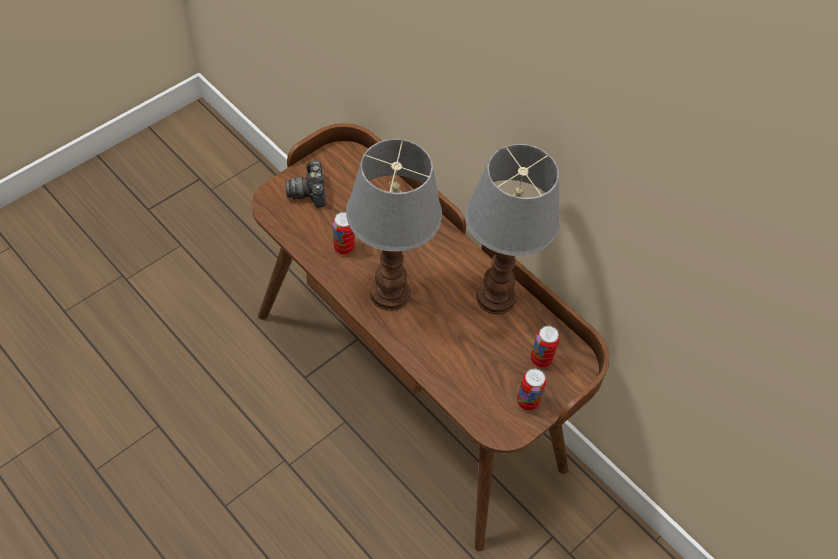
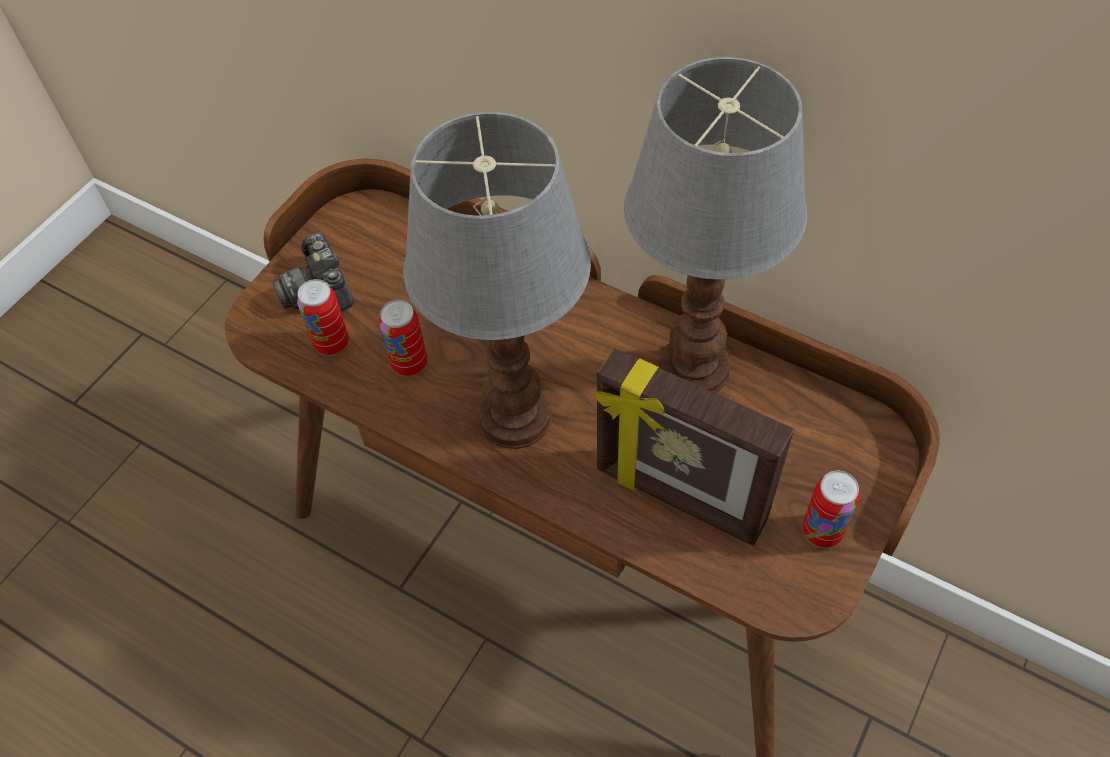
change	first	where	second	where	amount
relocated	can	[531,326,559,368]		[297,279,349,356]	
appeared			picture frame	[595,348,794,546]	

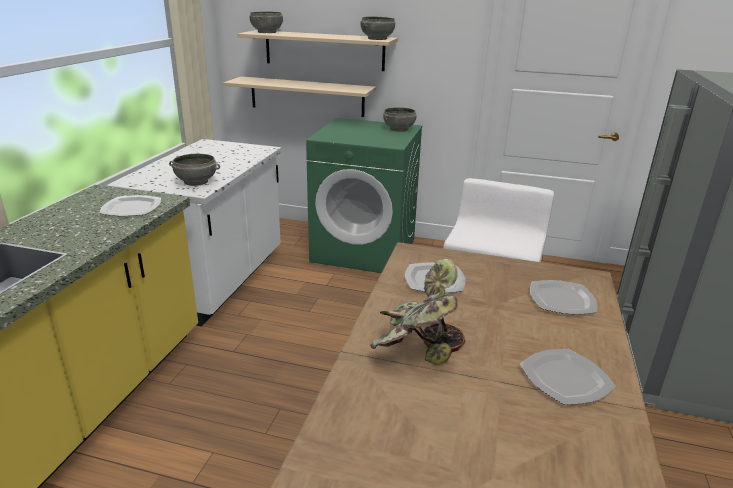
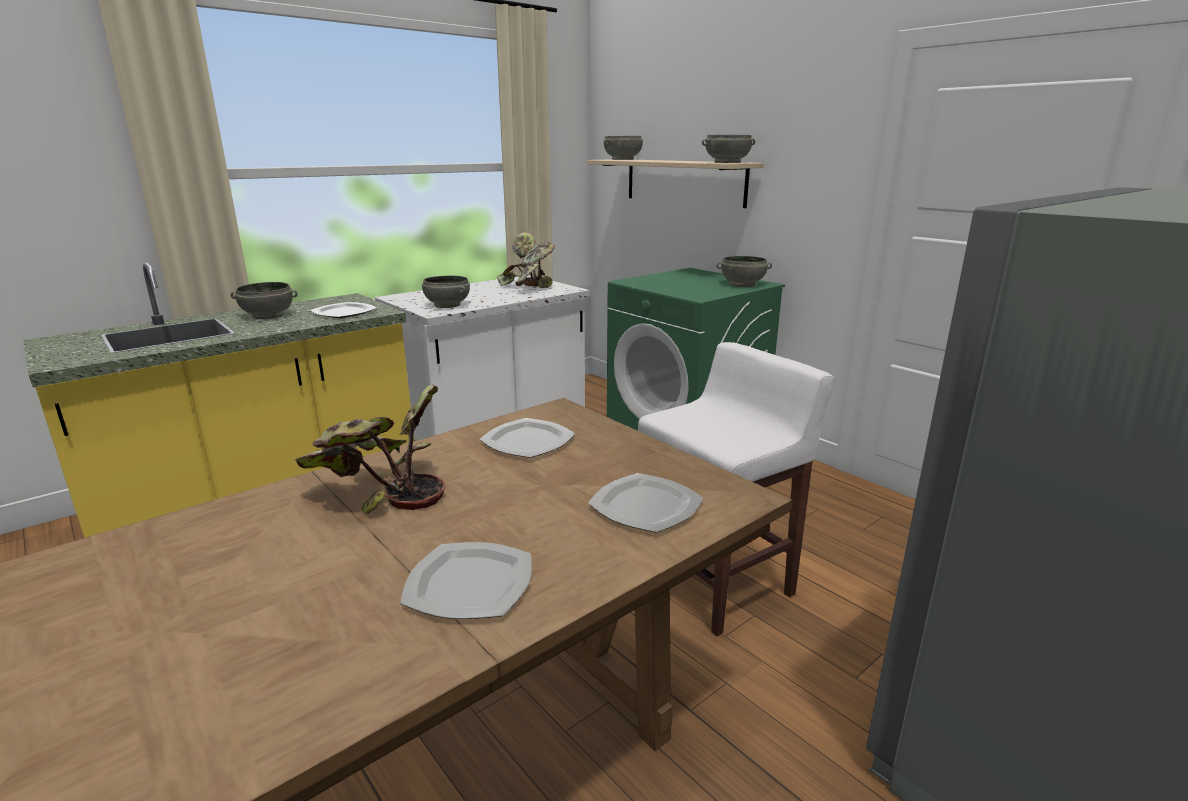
change	first	where	second	where	amount
missing	beige shelf	[223,76,376,117]			
appeared			grey bowl	[230,282,298,319]	
appeared			potted plant	[497,232,556,288]	

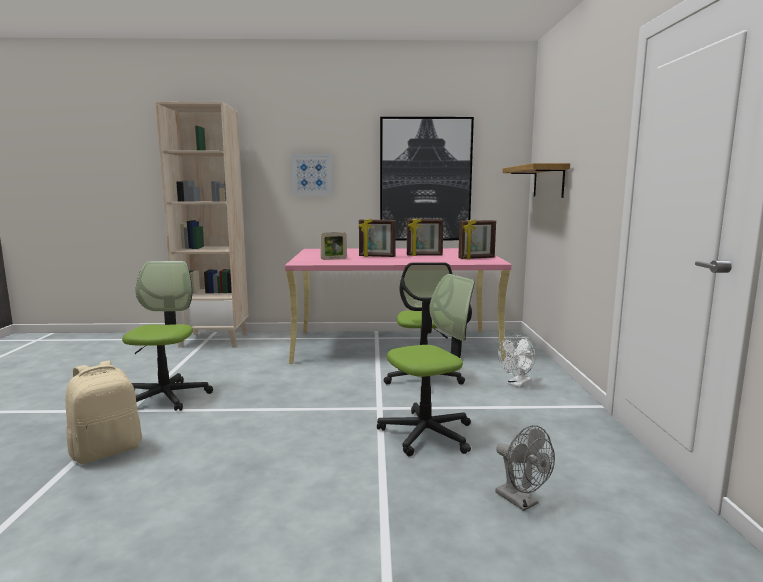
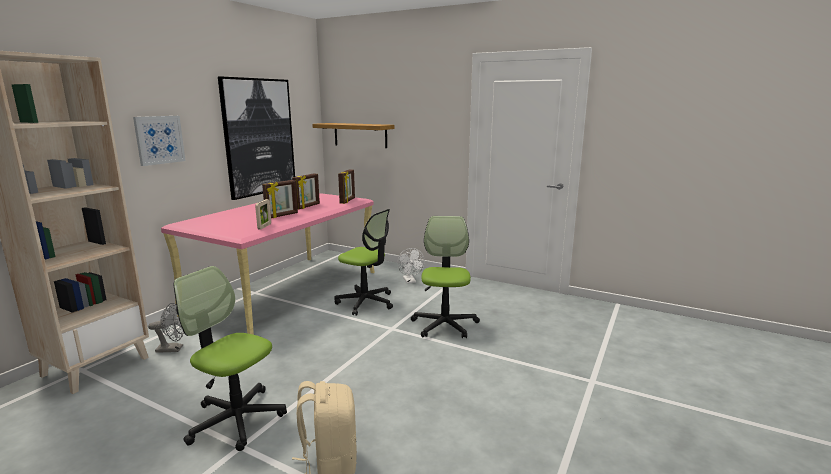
change	first	where	second	where	amount
relocated	grey fan	[495,425,555,511]		[148,303,184,353]	

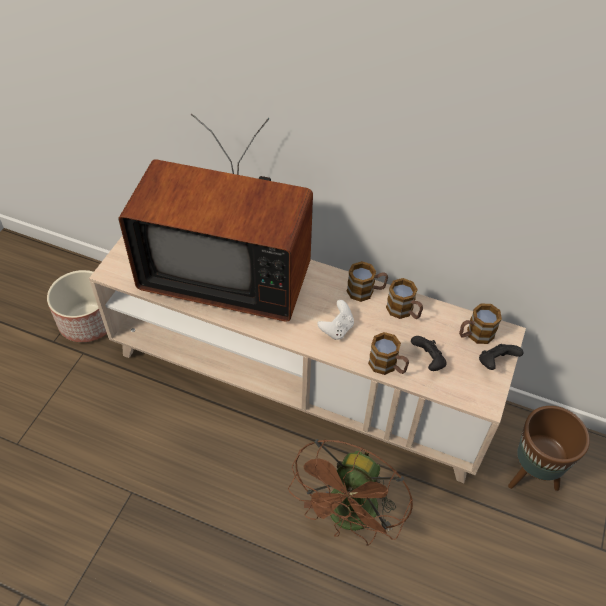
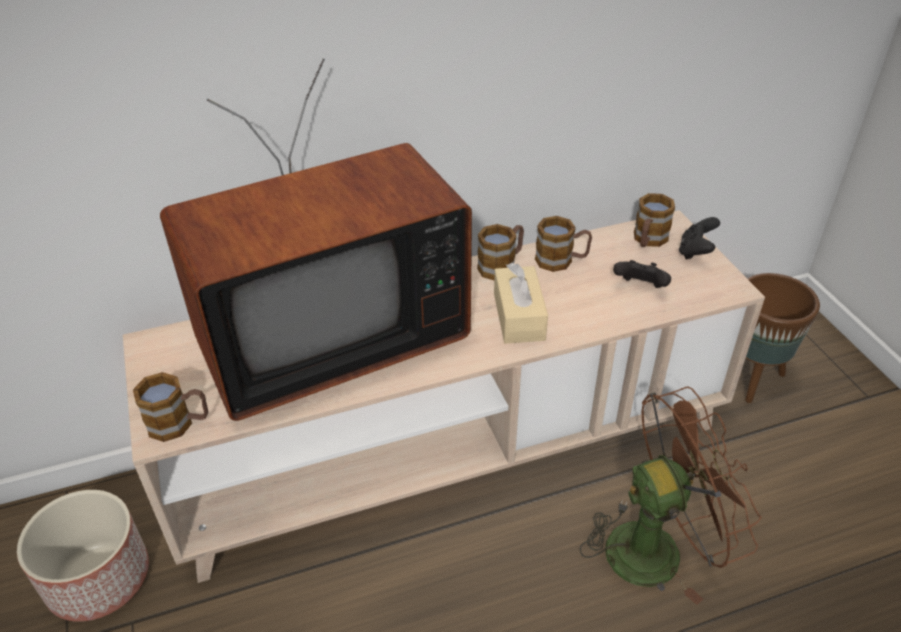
change	first	where	second	where	amount
spun	brown fan	[288,439,413,546]		[580,386,762,605]	90 degrees counterclockwise
exchanged	white game controller	[317,300,354,340]	beige tissue box	[494,263,548,344]	
relocated	mug	[368,332,409,375]		[133,372,208,442]	

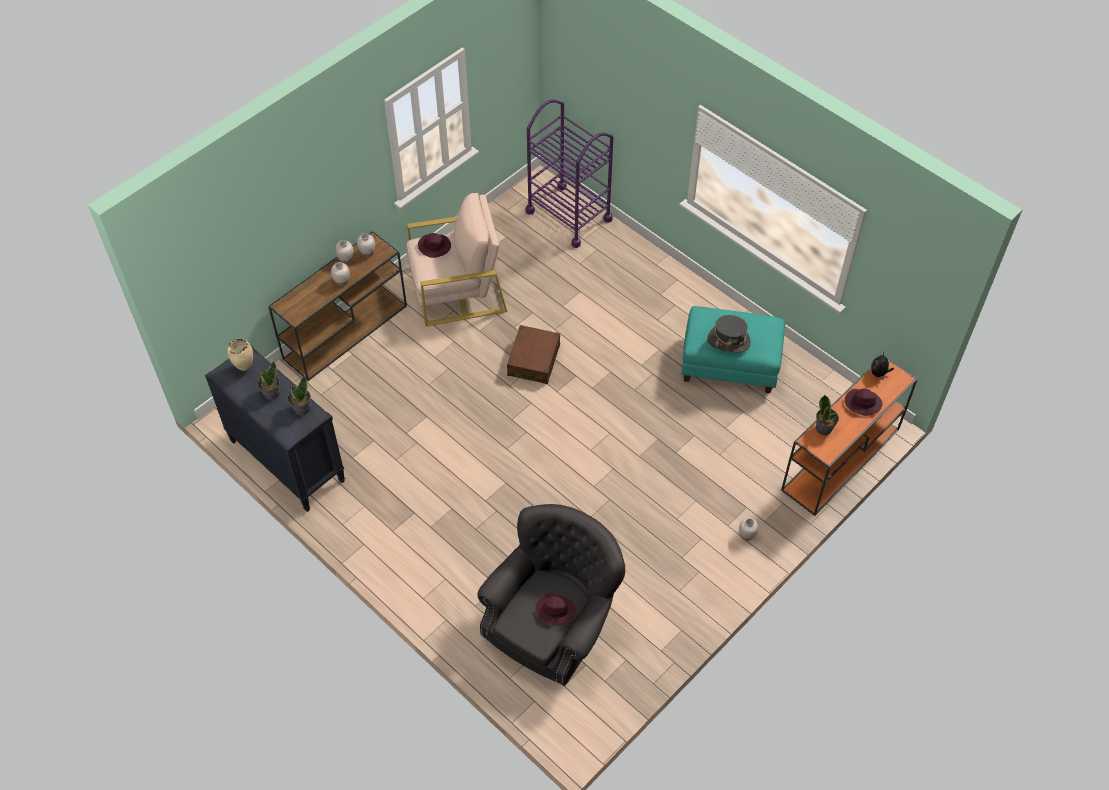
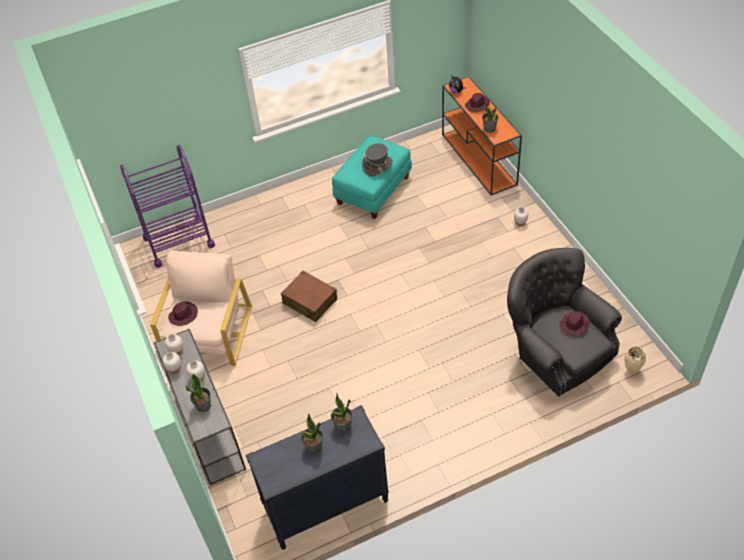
change	first	where	second	where	amount
relocated	beige vase	[227,339,253,371]		[625,346,646,373]	
colour	brown console table	[268,231,407,381]	grey console table	[154,329,246,485]	
appeared			potted plant	[186,374,211,412]	

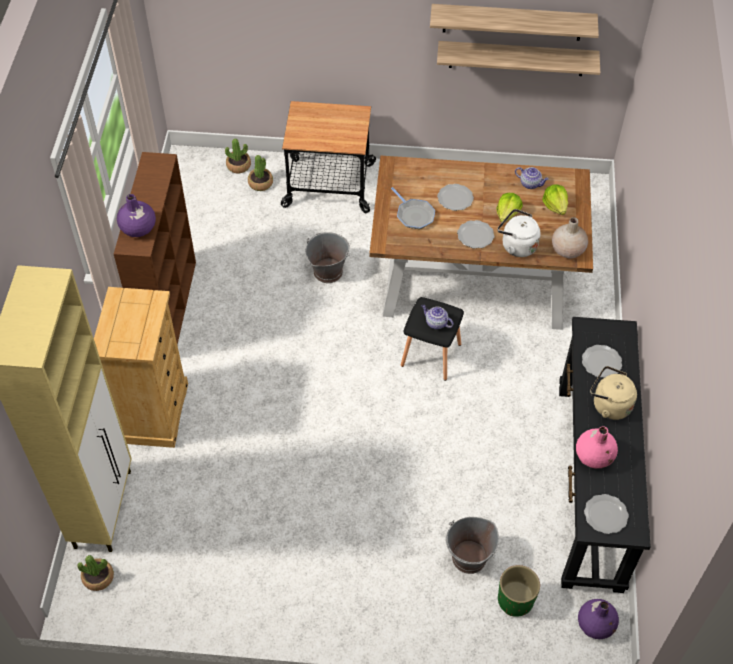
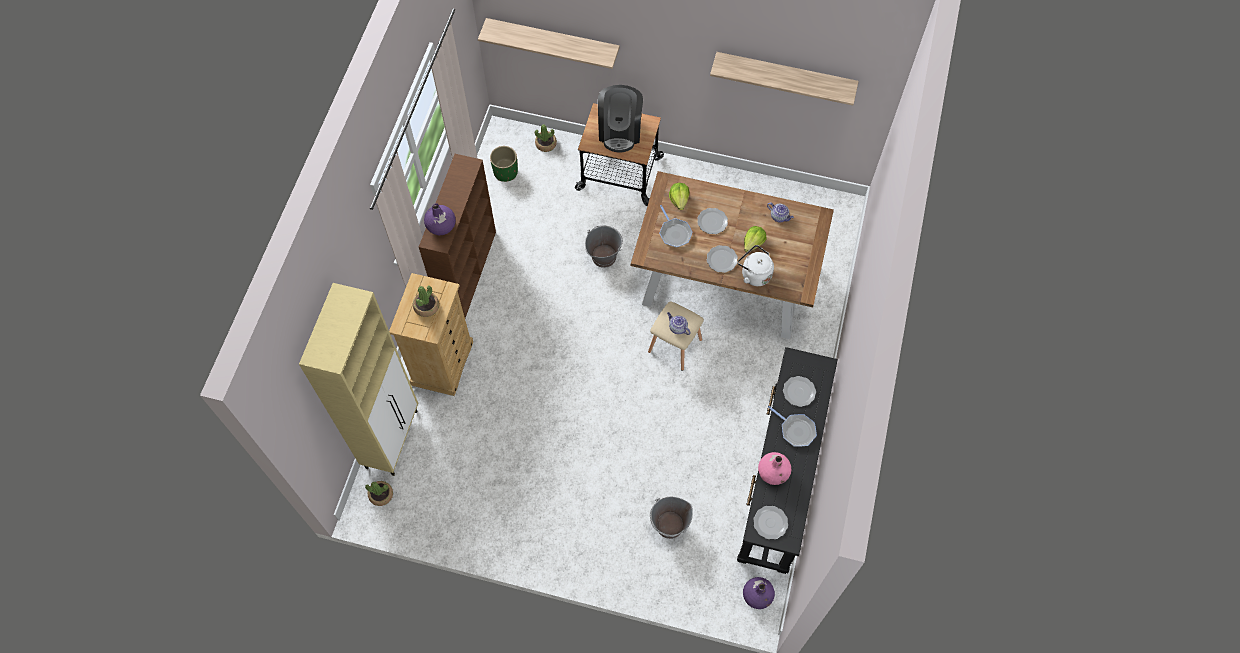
change	first	where	second	where	amount
relocated	potted plant	[248,155,273,191]		[413,286,439,317]	
colour	black stool	[401,297,464,381]	beige stool	[648,301,704,371]	
relocated	shelf	[437,41,600,76]		[478,18,620,69]	
relocated	green planter	[498,565,540,617]		[490,146,518,182]	
relocated	lettuce	[542,184,568,215]		[669,183,689,210]	
missing	beige vase	[552,217,588,258]			
exchanged	beige kettle	[590,366,637,420]	frying pan	[768,406,817,447]	
appeared			coffee machine	[598,85,643,153]	

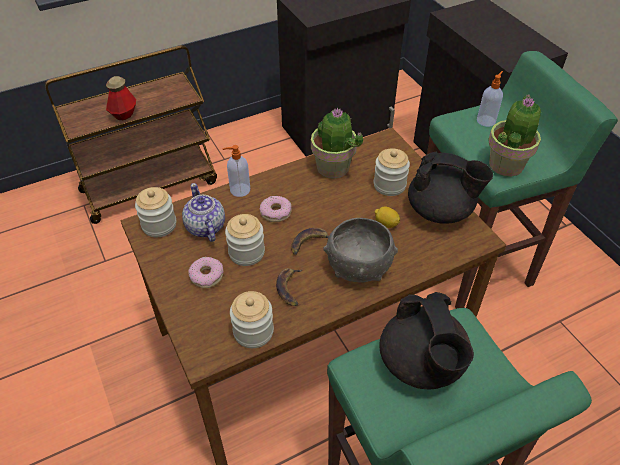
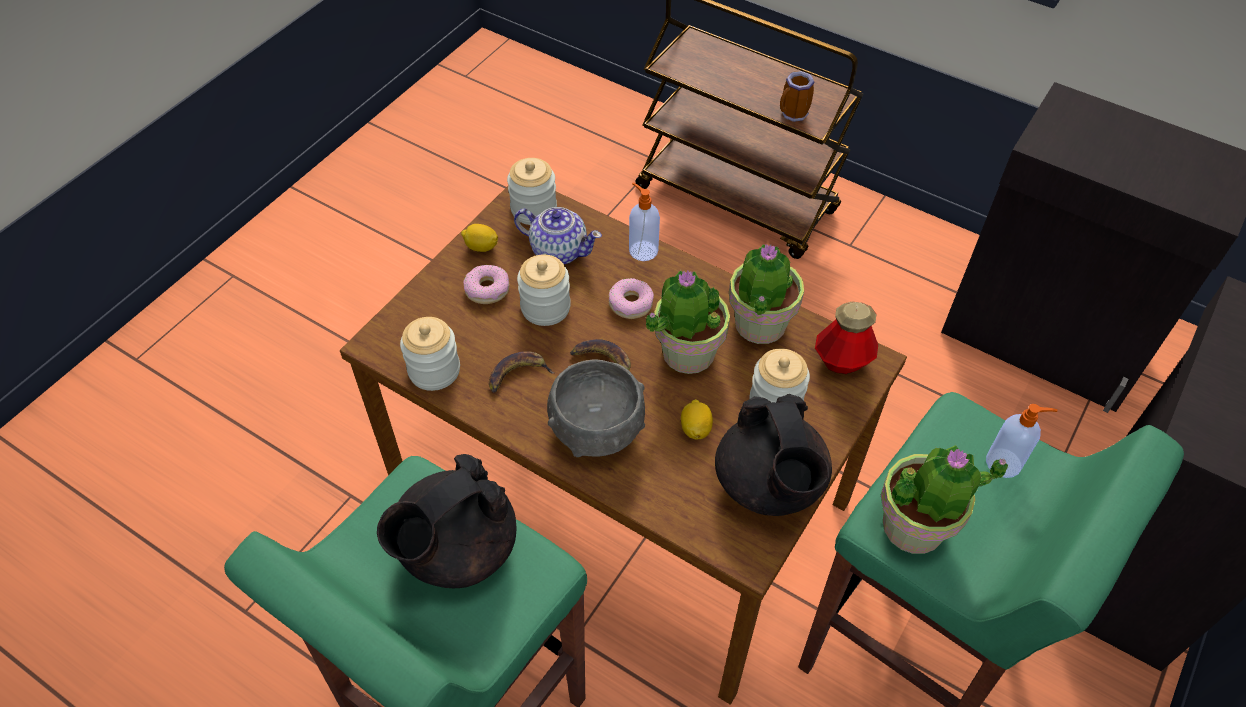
change	first	where	second	where	amount
relocated	bottle	[106,76,136,120]		[815,302,878,374]	
spun	teapot	[182,183,225,242]		[514,207,602,264]	75 degrees clockwise
appeared			lemon	[461,224,498,252]	
appeared			potted plant	[646,270,730,374]	
appeared			mug	[780,71,815,122]	

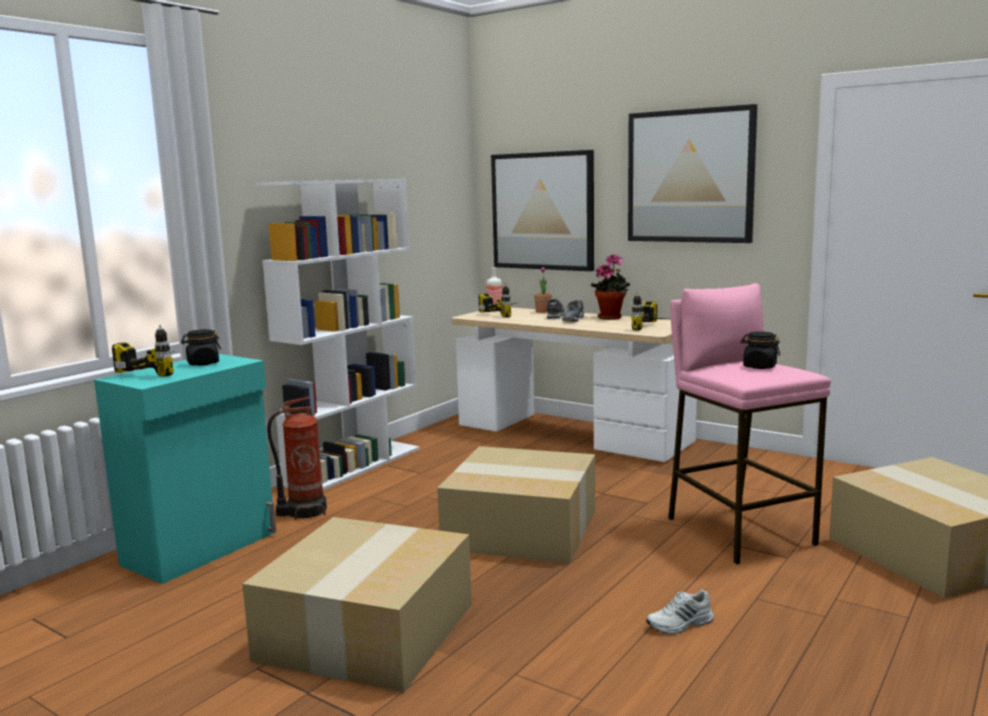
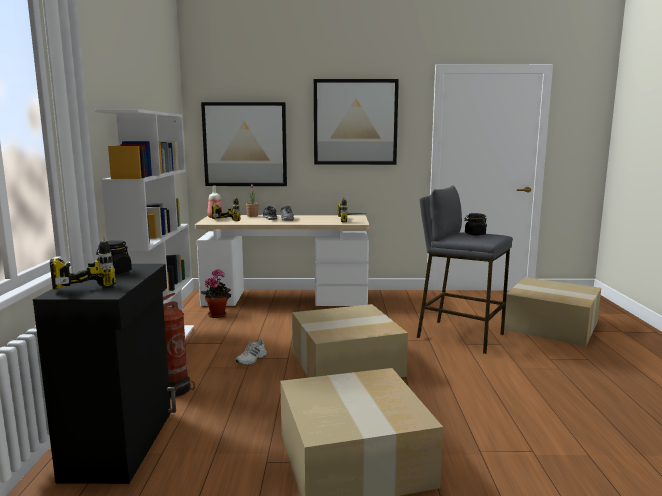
change	first	where	second	where	amount
colour	turquoise cabinet	[94,354,276,584]	black cabinet	[33,264,176,484]	
relocated	potted plant	[591,254,630,320]		[201,269,231,318]	
relocated	white shoe	[646,589,714,634]		[235,339,267,365]	
colour	pink stool	[668,283,831,565]	grey stool	[416,186,513,354]	

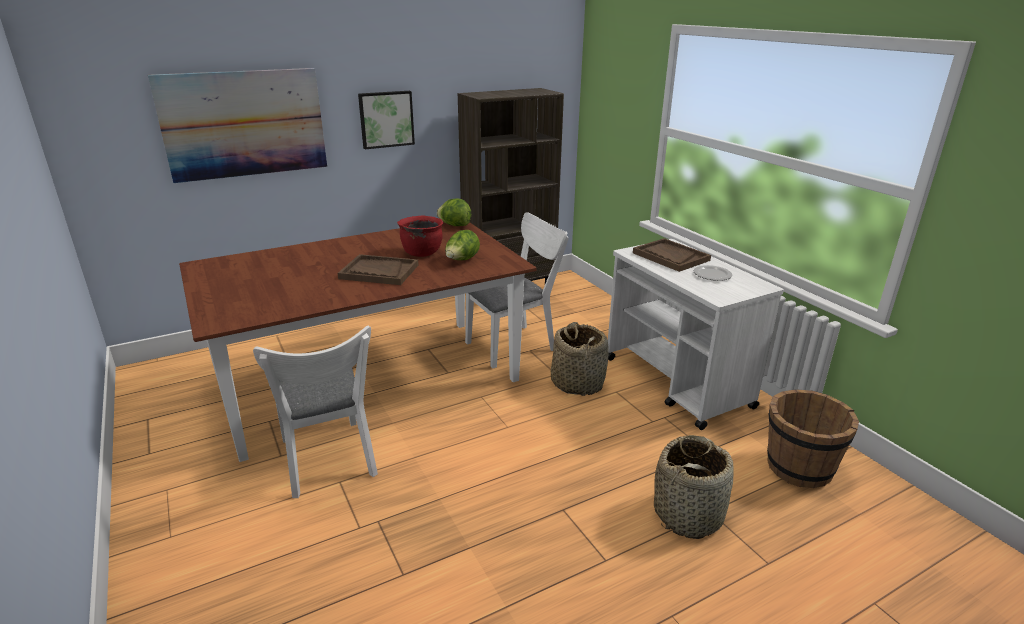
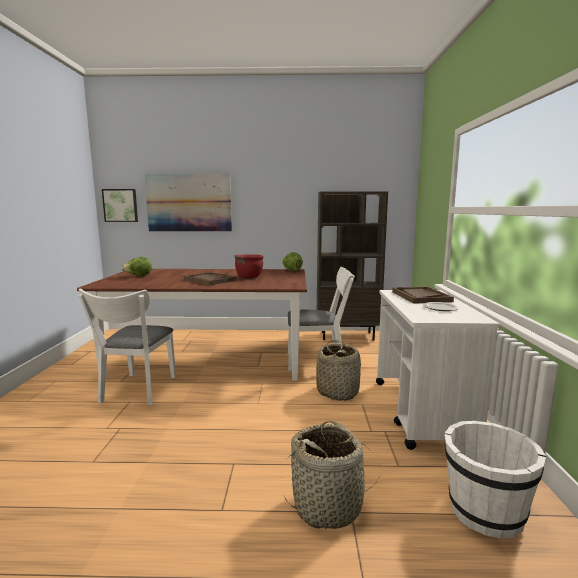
change	first	where	second	where	amount
relocated	picture	[358,91,415,149]		[102,189,138,222]	
relocated	lettuce	[445,230,480,260]		[121,257,152,276]	
colour	brown bucket	[767,389,859,488]	white bucket	[445,421,546,539]	

